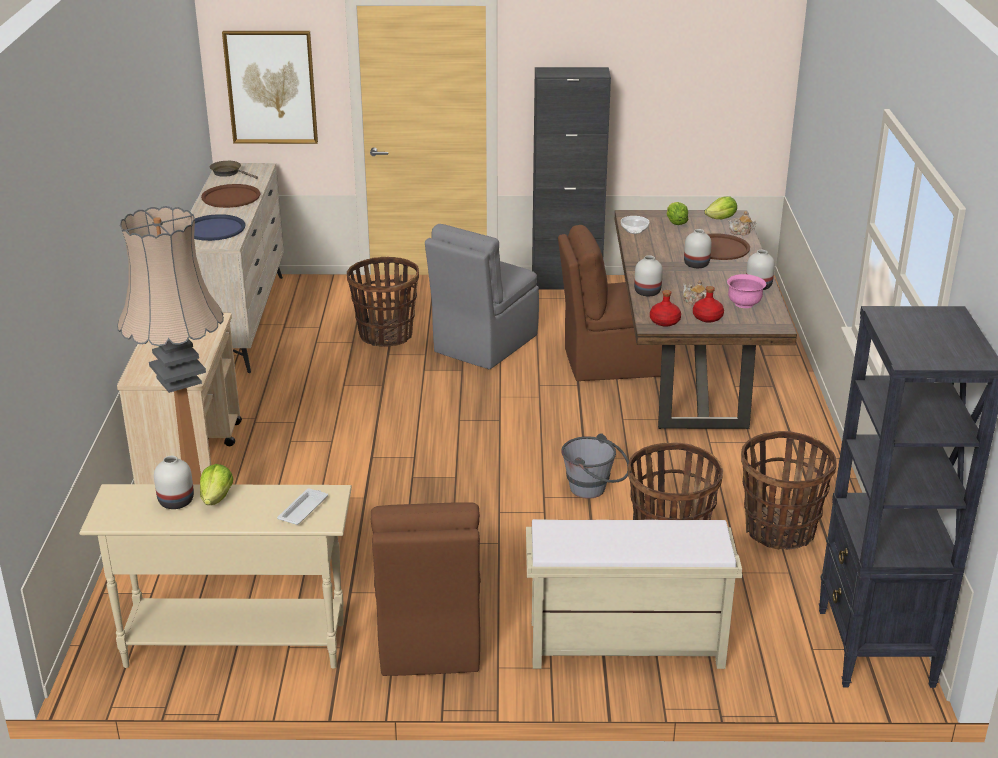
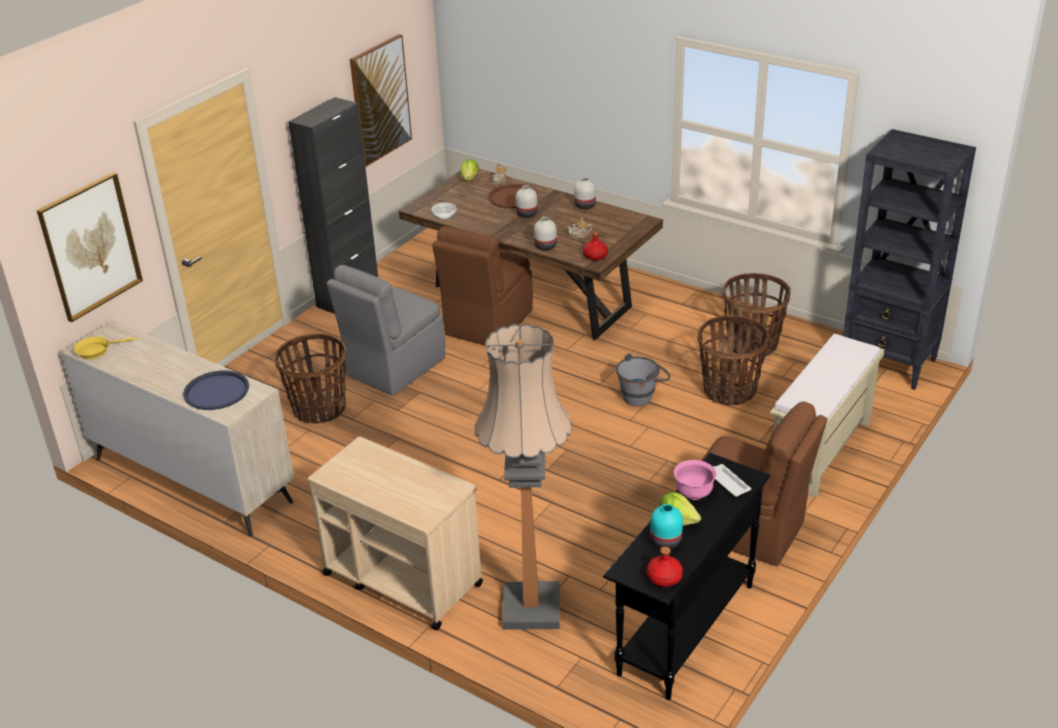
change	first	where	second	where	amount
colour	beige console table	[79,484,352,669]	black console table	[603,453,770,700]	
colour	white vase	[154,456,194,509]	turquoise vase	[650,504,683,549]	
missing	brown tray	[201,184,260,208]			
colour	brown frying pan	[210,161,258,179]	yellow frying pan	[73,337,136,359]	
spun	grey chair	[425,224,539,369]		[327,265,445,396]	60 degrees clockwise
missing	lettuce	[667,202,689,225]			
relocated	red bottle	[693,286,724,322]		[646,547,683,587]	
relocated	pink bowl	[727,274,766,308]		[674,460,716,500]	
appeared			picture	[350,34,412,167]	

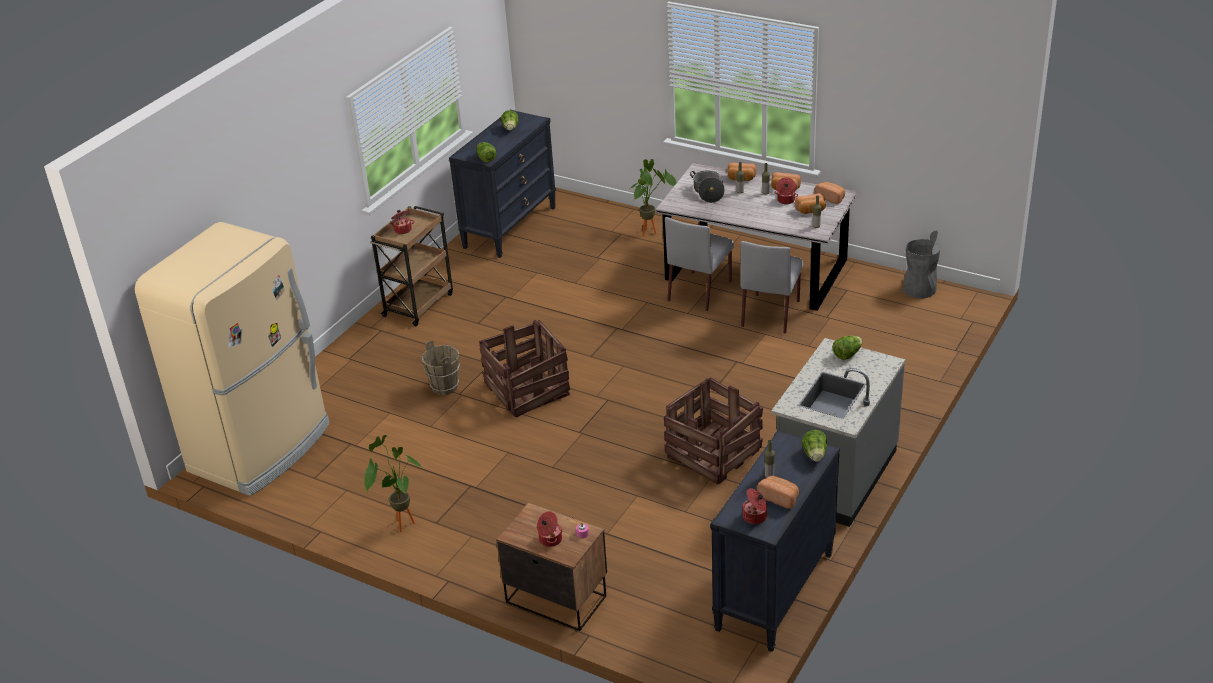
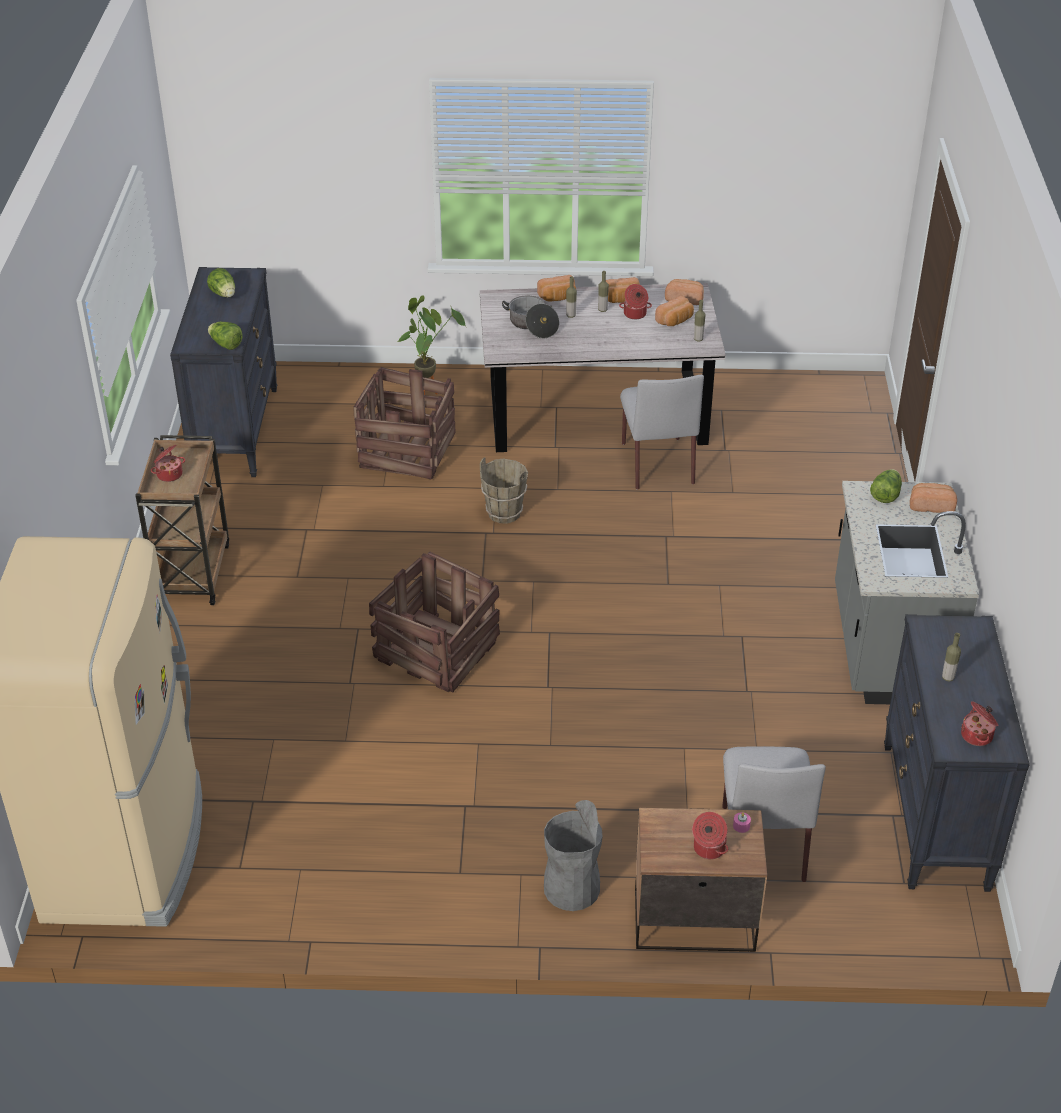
change	first	where	second	where	amount
missing	potted plant	[364,435,423,532]			
relocated	brown bucket	[422,340,460,395]		[480,457,528,523]	
relocated	crate	[664,377,763,484]		[353,367,455,480]	
relocated	grey chair	[665,217,734,311]		[722,746,826,882]	
relocated	bread	[757,476,799,509]		[910,483,957,513]	
missing	lettuce	[802,430,827,462]			
relocated	grey trash can	[903,231,940,299]		[544,800,602,911]	

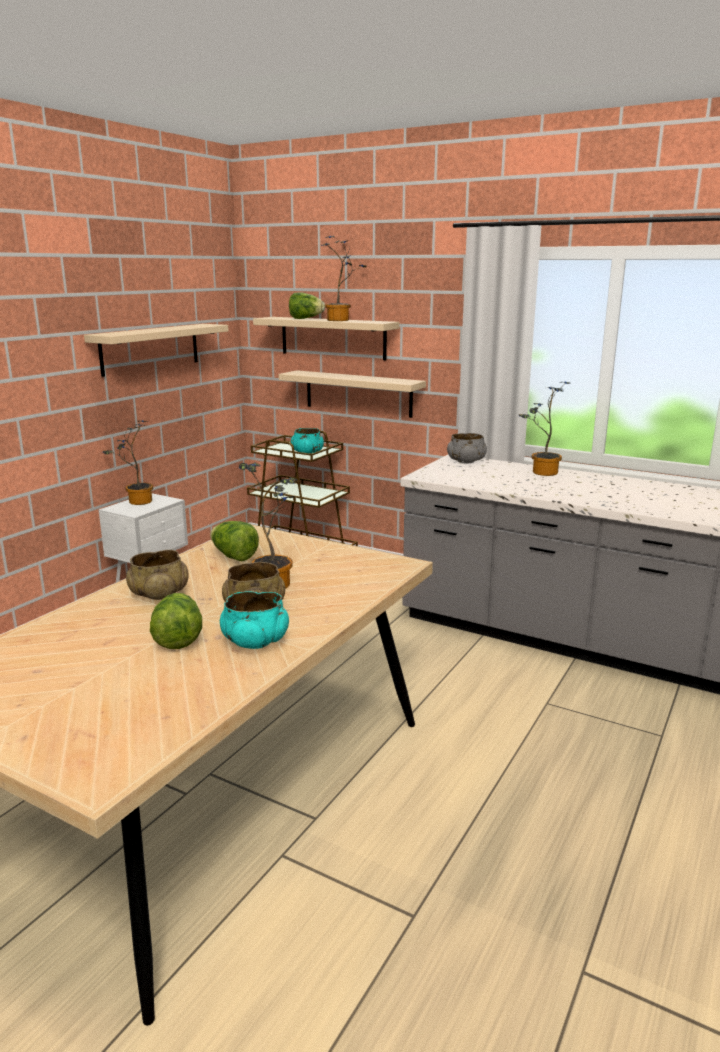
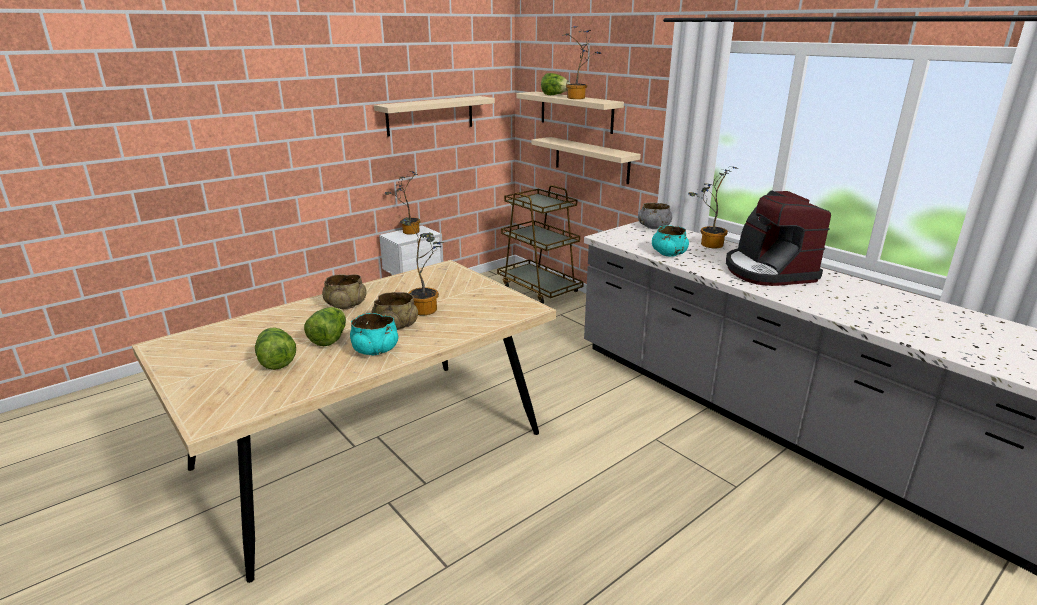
change	first	where	second	where	amount
relocated	lettuce	[210,521,259,561]		[255,327,296,370]	
relocated	turquoise bowl	[291,428,324,454]		[652,225,689,257]	
appeared			coffee machine	[726,190,831,286]	

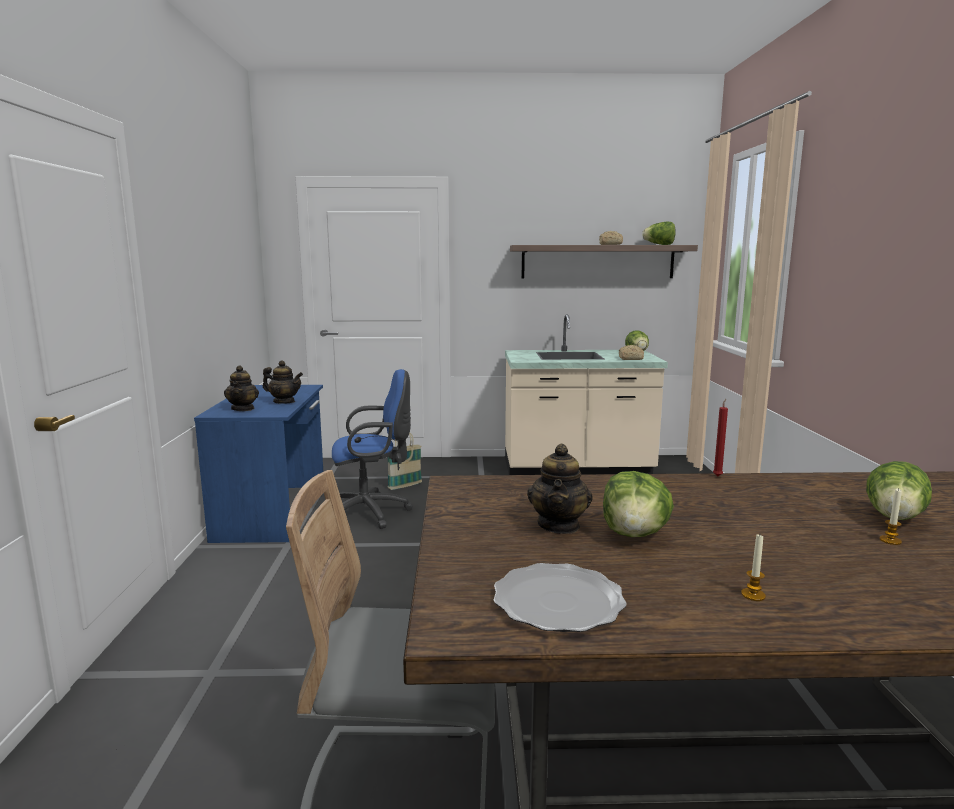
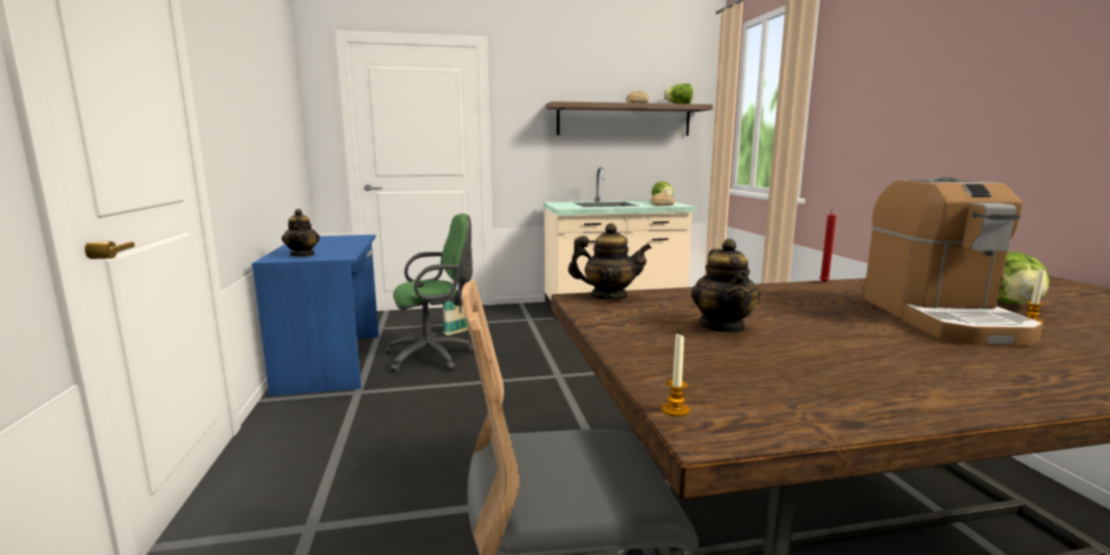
change	first	where	second	where	amount
relocated	teapot	[263,360,303,404]		[568,223,652,300]	
colour	blue office chair	[332,369,413,529]	green office chair	[385,213,474,373]	
missing	plate	[494,563,627,632]			
missing	lettuce	[603,471,674,537]			
relocated	candle	[741,535,766,601]		[662,334,690,417]	
appeared			coffee machine	[863,177,1043,346]	

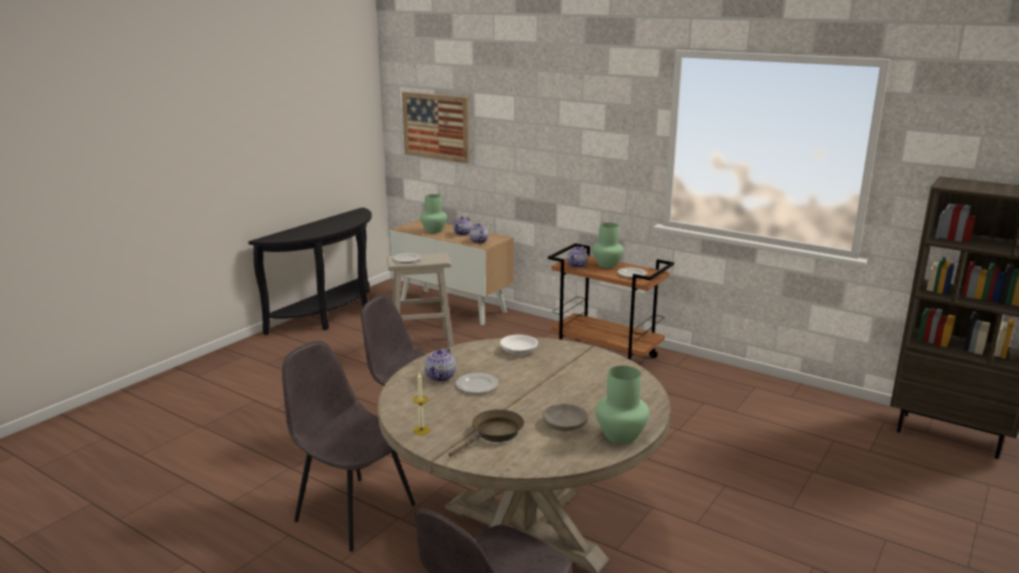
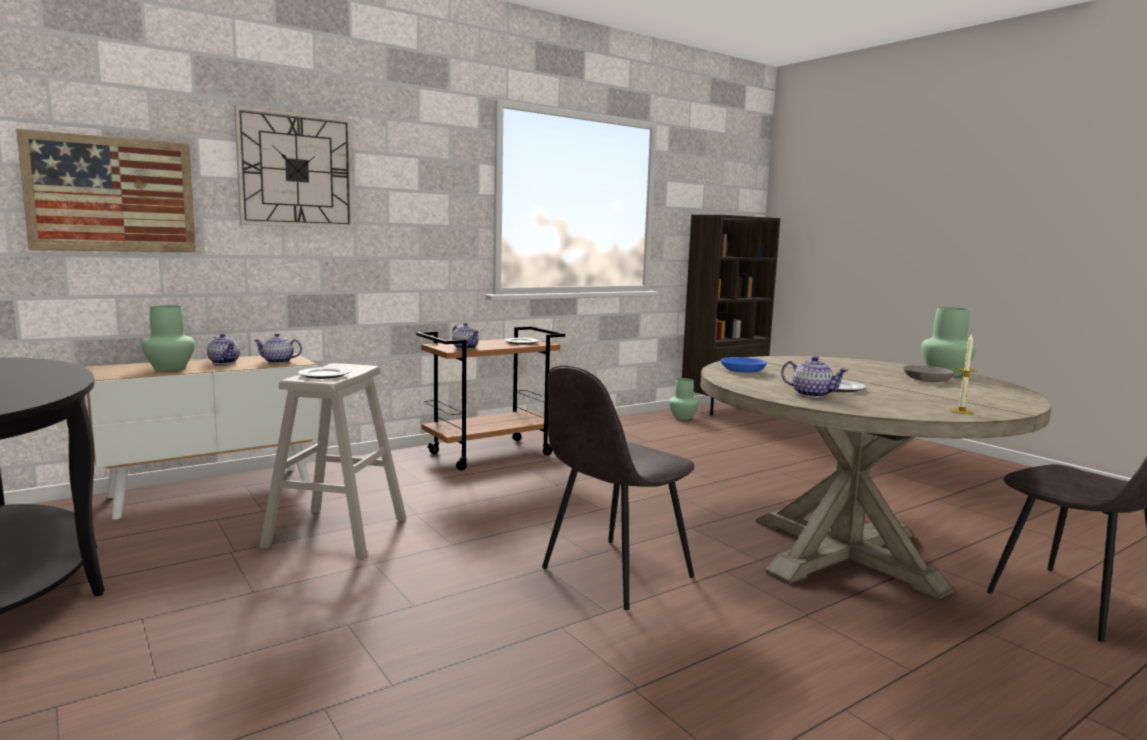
change	first	where	second	where	amount
missing	grey chair	[282,341,415,552]			
missing	brown frying pan	[448,409,524,457]			
colour	white bowl	[500,335,538,355]	blue bowl	[720,357,767,373]	
relocated	green vase	[592,223,624,268]		[669,378,699,420]	
appeared			wall clock	[234,105,354,228]	

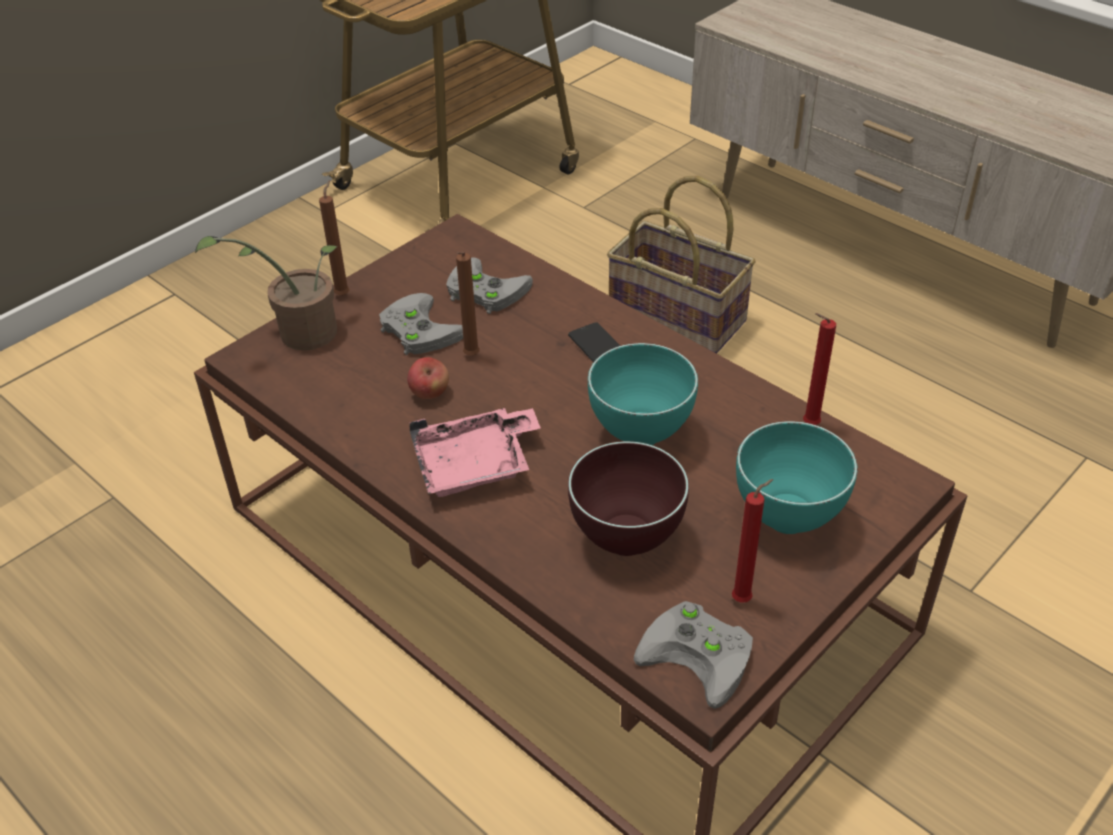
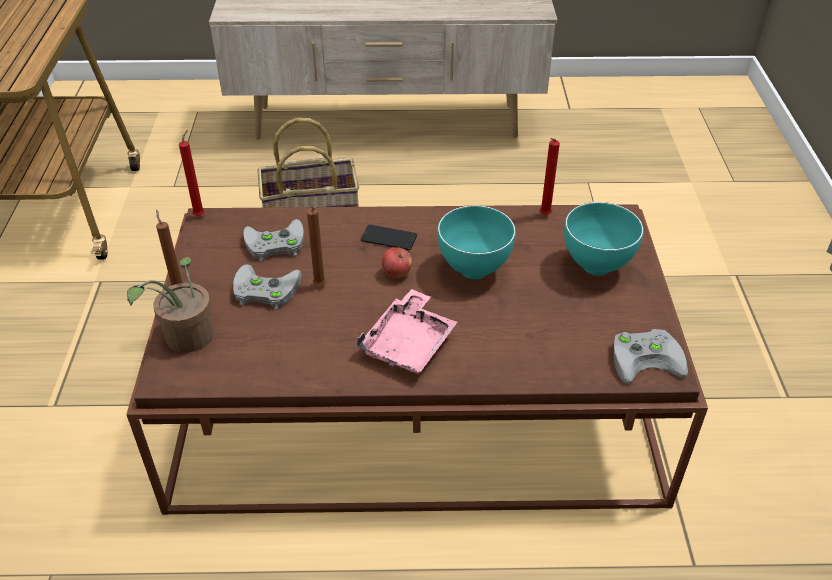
change	first	where	second	where	amount
relocated	apple	[407,357,449,399]		[382,247,412,278]	
missing	brown bowl	[568,441,689,556]			
relocated	red candle	[732,479,773,603]		[179,129,205,216]	

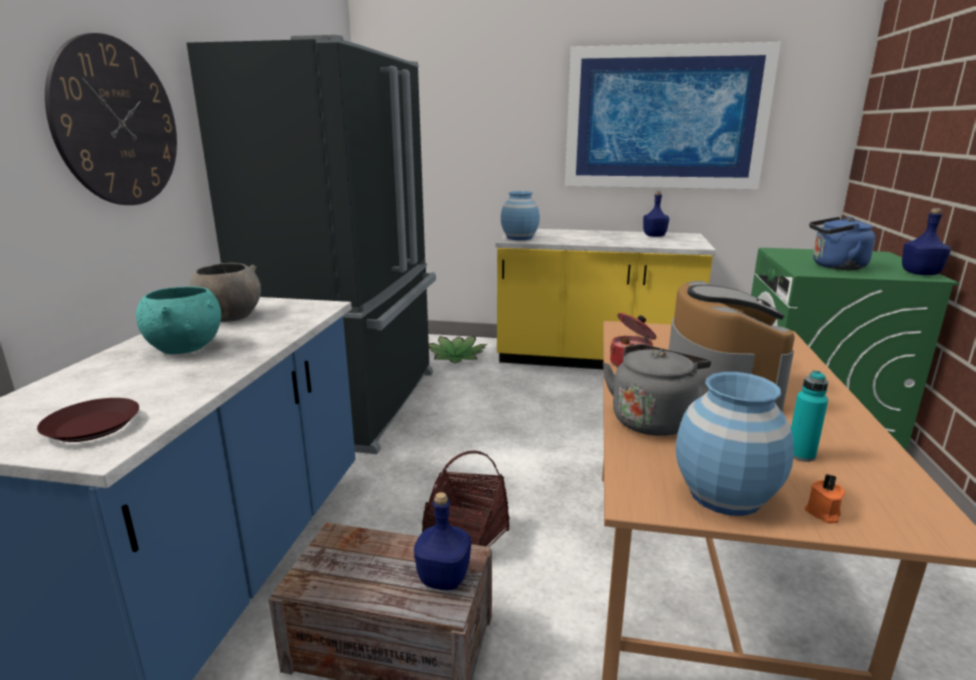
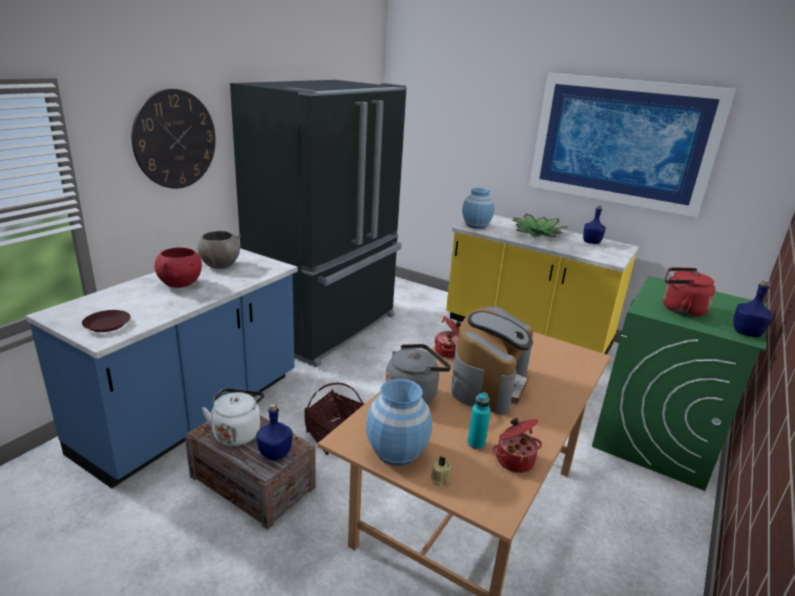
change	first	where	second	where	amount
colour	turquoise bowl	[136,287,221,354]	red bowl	[155,248,202,288]	
relocated	potted plant	[429,336,487,363]		[513,214,567,237]	
colour	orange candle	[805,474,845,524]	beige candle	[431,456,451,486]	
colour	blue kettle	[809,217,875,270]	red kettle	[663,267,716,317]	
appeared			white kettle	[202,388,264,446]	
appeared			cooking pot	[492,418,542,473]	

